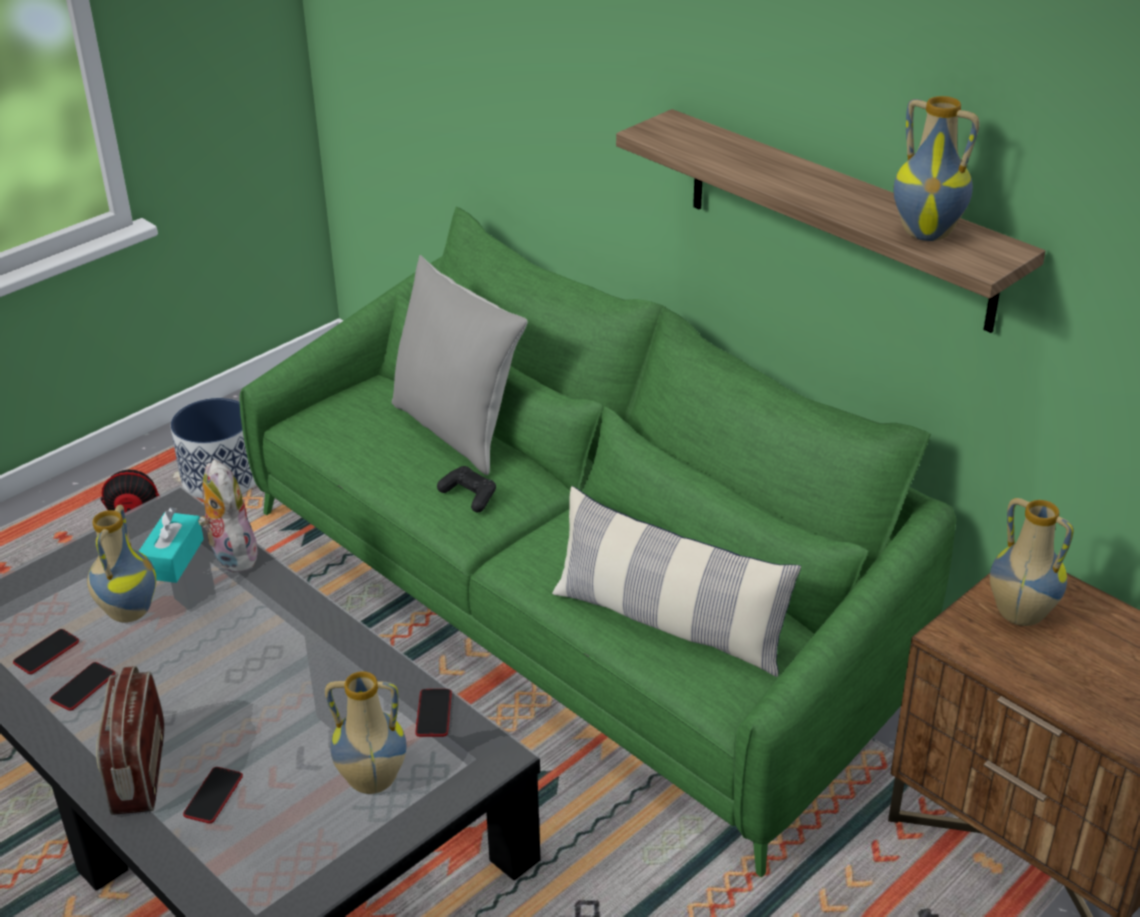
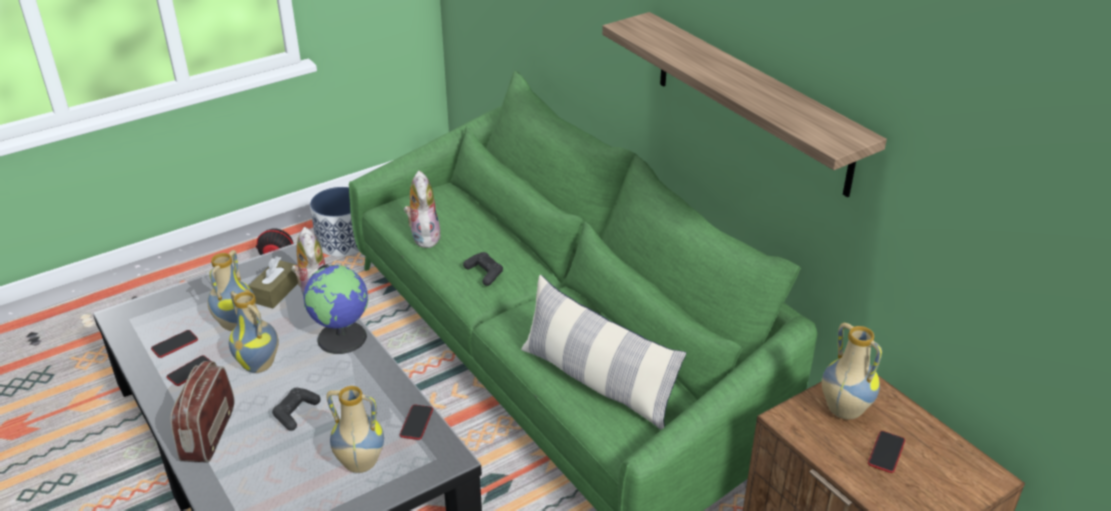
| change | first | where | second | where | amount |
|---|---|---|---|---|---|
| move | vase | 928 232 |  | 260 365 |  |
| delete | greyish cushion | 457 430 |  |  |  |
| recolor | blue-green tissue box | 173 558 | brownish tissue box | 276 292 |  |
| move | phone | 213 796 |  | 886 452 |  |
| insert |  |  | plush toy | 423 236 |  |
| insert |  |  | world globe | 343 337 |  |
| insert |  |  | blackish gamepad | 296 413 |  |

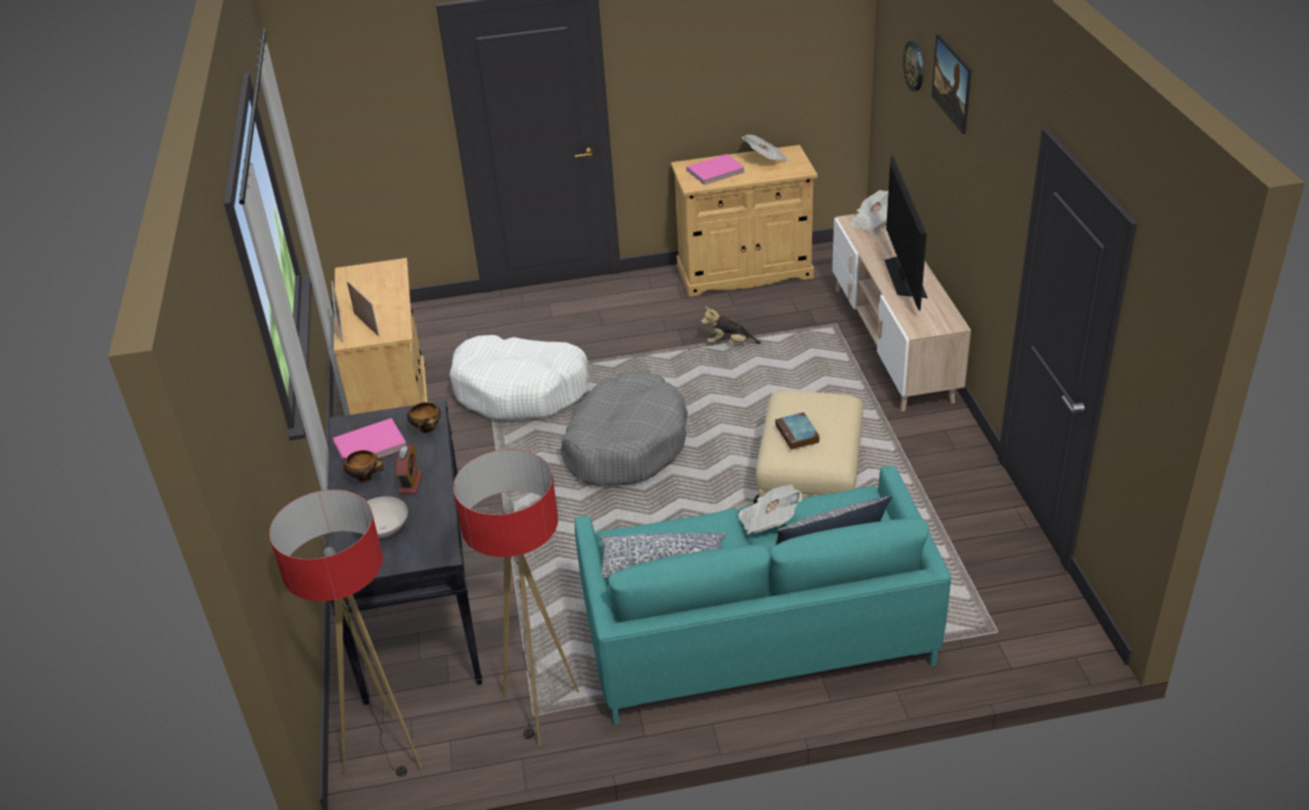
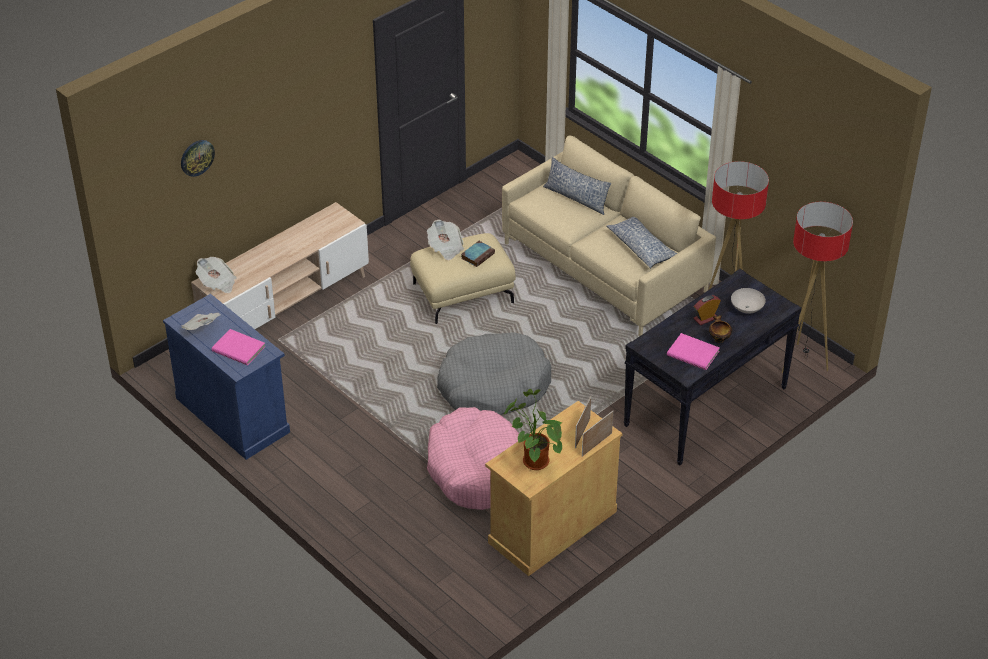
| change | first | where | second | where | amount |
|---|---|---|---|---|---|
| delete | picture | 950 99 |  |  |  |
| recolor | sand-coloured storage cabinet | 744 272 | blue-coloured storage cabinet | 233 415 |  |
| delete | TV set | 904 276 |  |  |  |
| delete | plush toy | 729 344 |  |  |  |
| recolor | white dog cushion | 521 390 | pinkish dog cushion | 476 469 |  |
| delete | deep dish | 428 429 |  |  |  |
| recolor | blue-green couch | 756 633 | sand-coloured couch | 604 267 |  |
| move | daily paper | 768 521 |  | 445 248 |  |
| insert |  |  | potted plant | 533 460 |  |

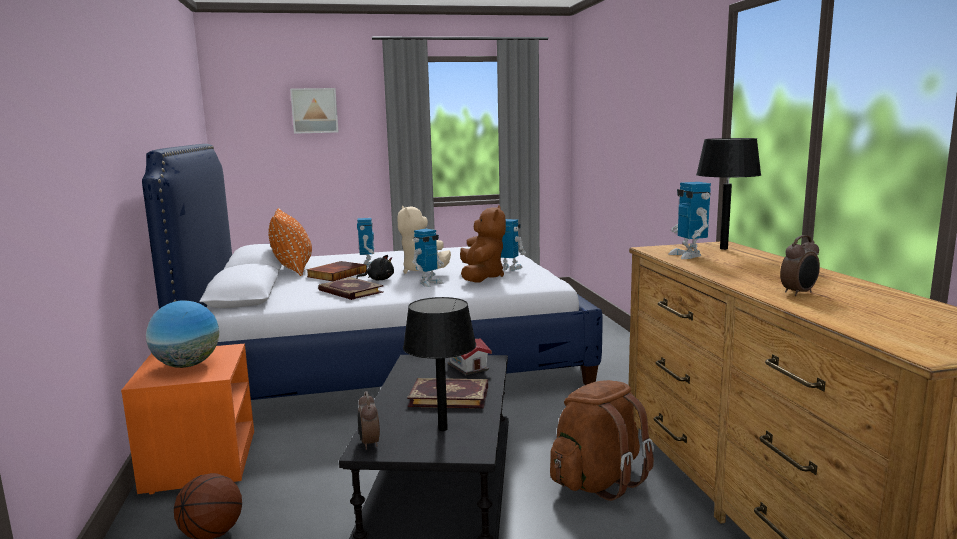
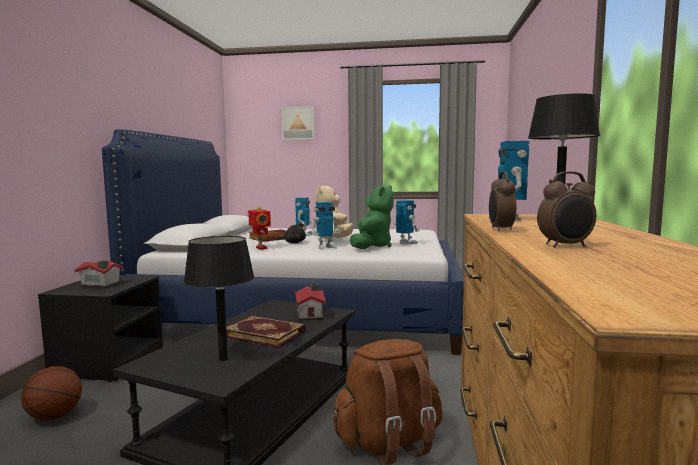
| change | first | where | second | where | amount |
|---|---|---|---|---|---|
| recolor | brownish plush toy | 481 277 | green-coloured plush toy | 372 246 |  |
| delete | orange-coloured cushion | 293 270 |  |  |  |
| replace | bound book | 350 291 | toy robot | 260 248 |  |
| replace | world globe | 187 365 | model house | 100 284 |  |
| recolor | orange-coloured bedside table | 199 461 | blackish bedside table | 108 362 |  |
| move | bedside clock | 369 443 |  | 500 230 |  |

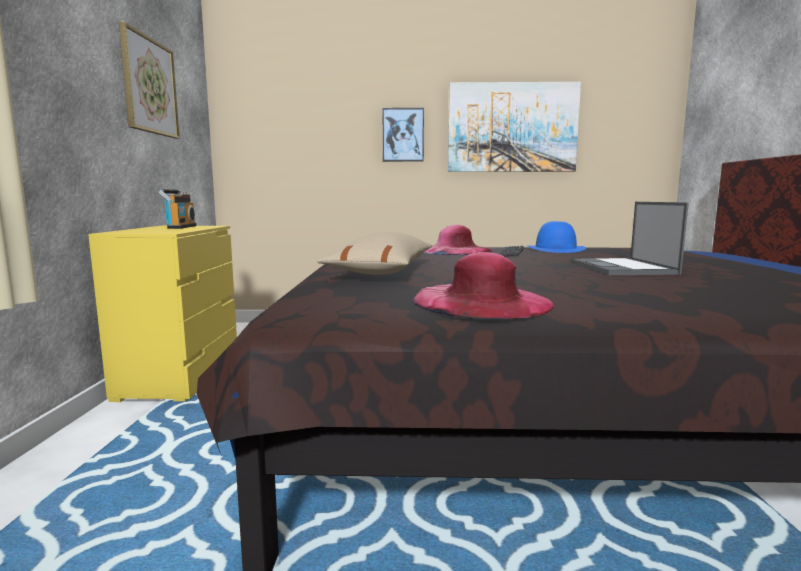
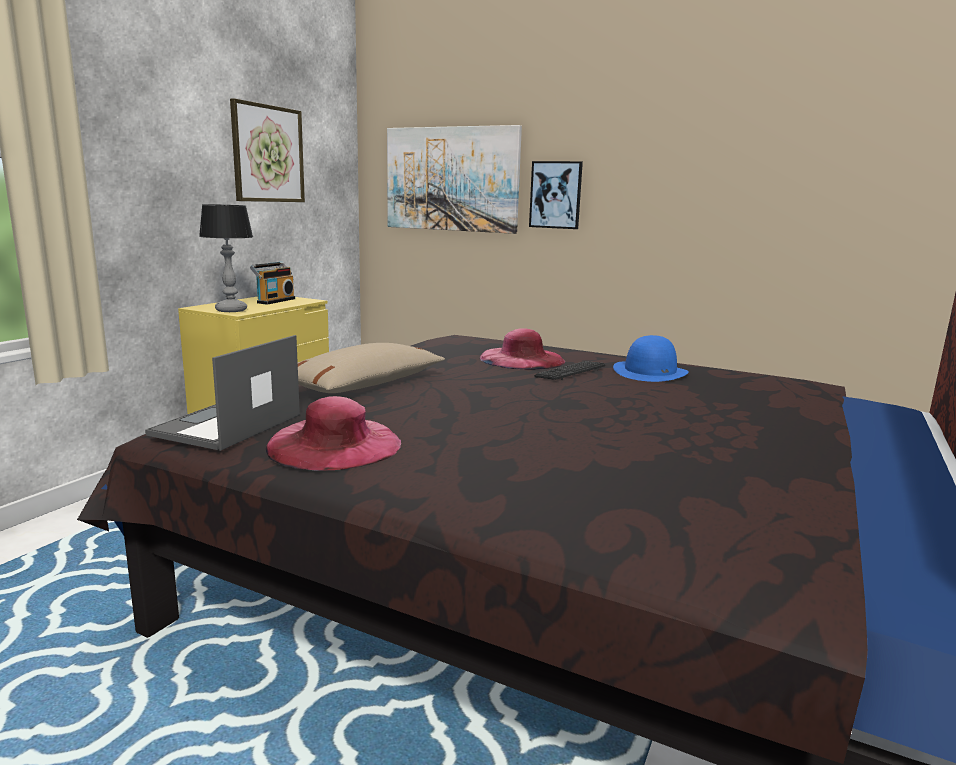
| change | first | where | second | where | amount |
|---|---|---|---|---|---|
| move | picture | 512 128 |  | 451 179 |  |
| move | notebook computer | 622 268 |  | 226 425 |  |
| insert |  |  | lamp for a table | 231 310 |  |

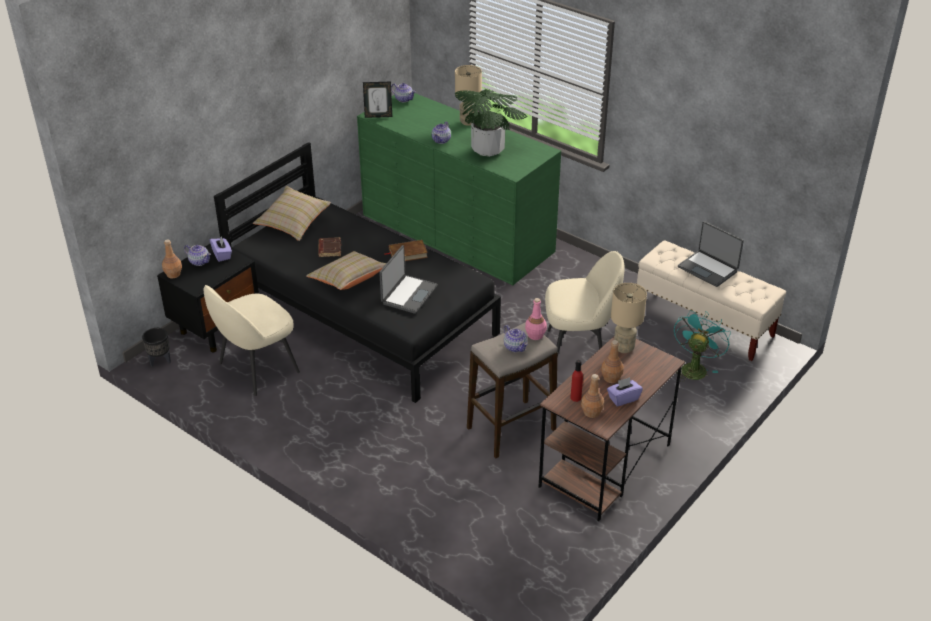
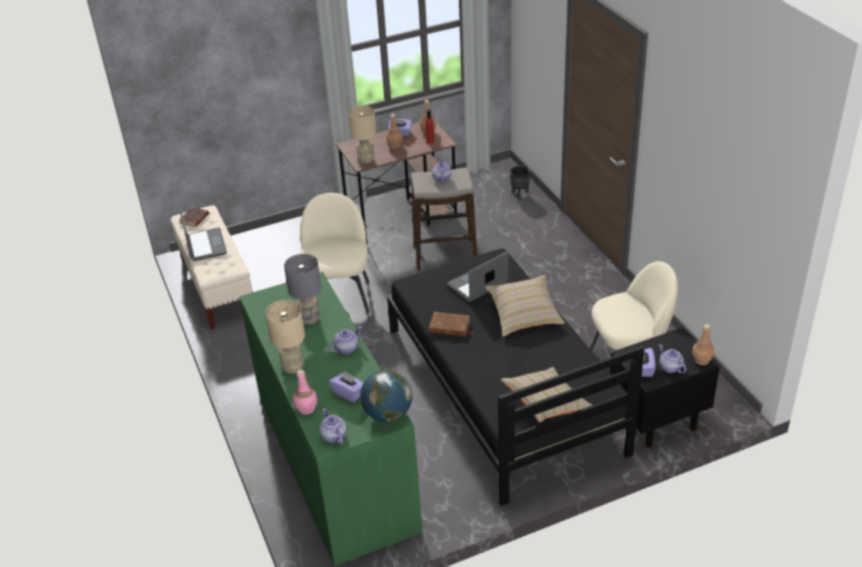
| change | first | where | second | where | amount |
|---|---|---|---|---|---|
| replace | photo frame | 378 116 | world globe | 388 414 |  |
| replace | potted plant | 488 149 | greyish lamp for a table | 309 319 |  |
| move | brownish bound book | 329 249 |  | 194 219 |  |
| rotate | sand-coloured upright chair | 578 350 |  | 339 296 | 60 degrees clockwise |
| move | pinkish bottle | 535 335 |  | 306 409 |  |
| delete | blue-green cooling fan | 694 367 |  |  |  |
| move | blackish plant pot | 160 361 |  | 519 194 |  |
| insert |  |  | purple tissue box | 349 393 |  |

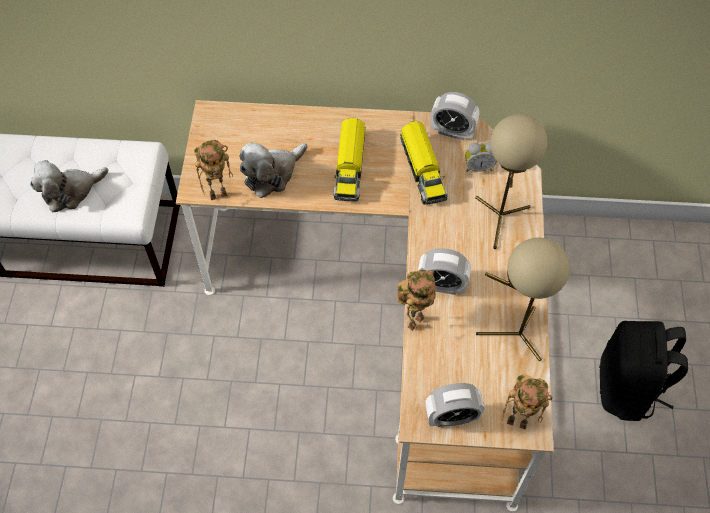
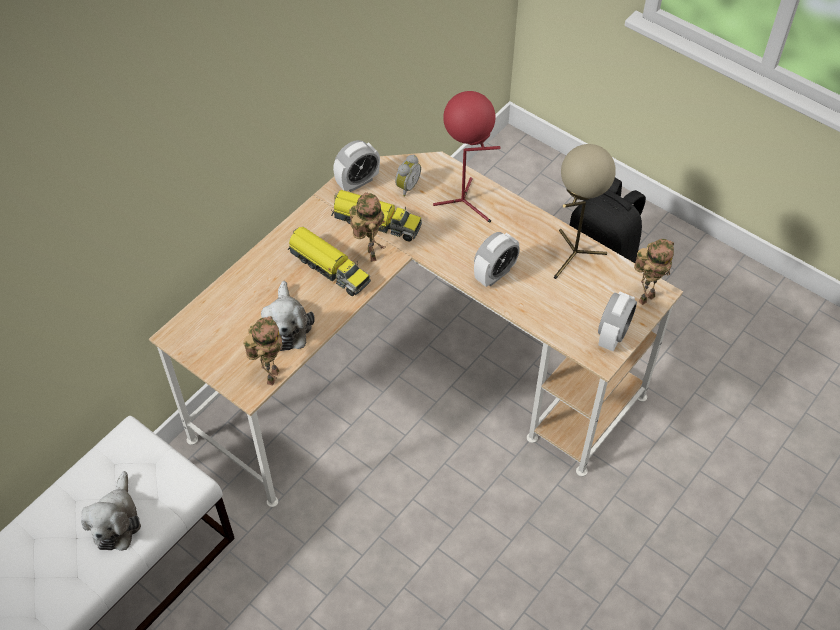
| change | first | where | second | where | amount |
|---|---|---|---|---|---|
| recolor | sand-coloured lamp for a table | 499 219 | reddish lamp for a table | 466 203 |  |
| move | toy robot | 414 320 |  | 369 254 |  |

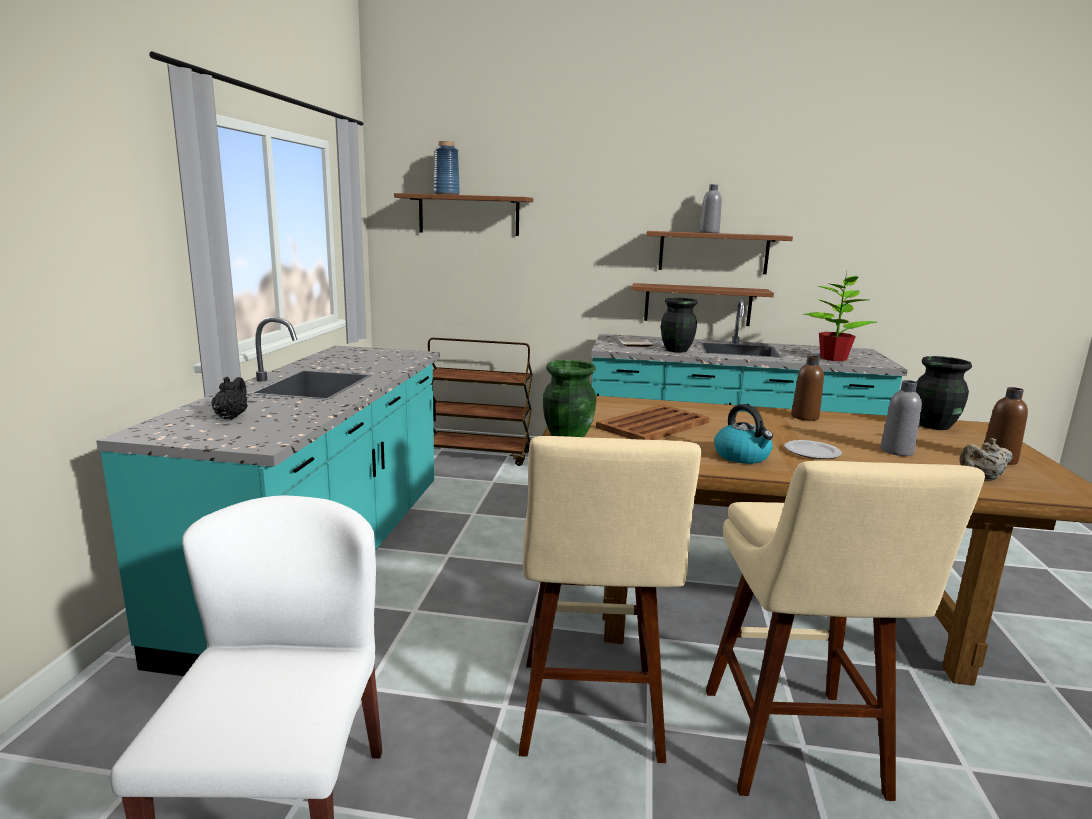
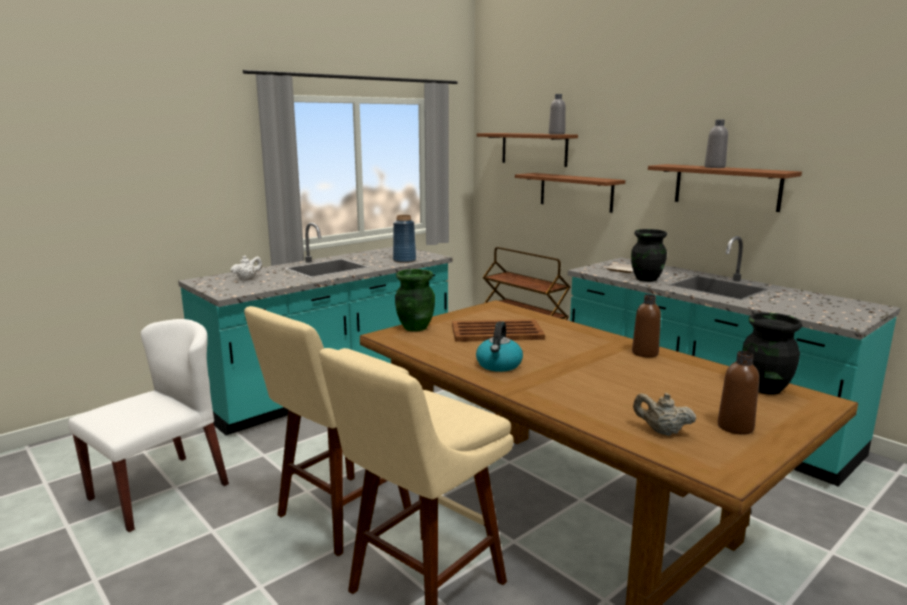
| change | first | where | second | where | amount |
|---|---|---|---|---|---|
| move | blue-coloured vase | 446 194 |  | 404 260 |  |
| delete | potted plant | 833 358 |  |  |  |
| move | brownish shelf | 697 304 |  | 576 192 |  |
| recolor | blackish pot for tea | 231 417 | white pot for tea | 247 279 |  |
| move | greyish bottle | 896 451 |  | 556 134 |  |
| delete | flat dish | 812 452 |  |  |  |

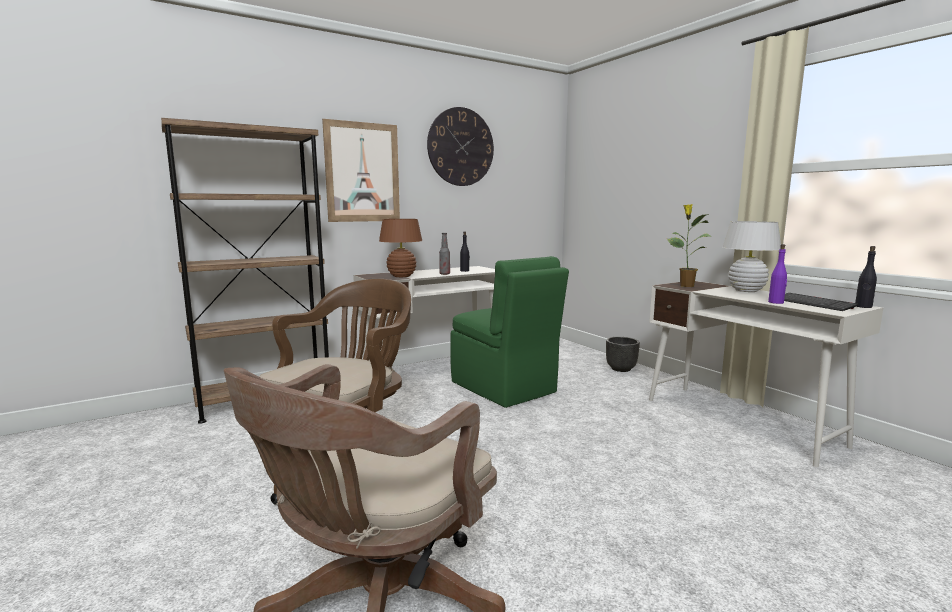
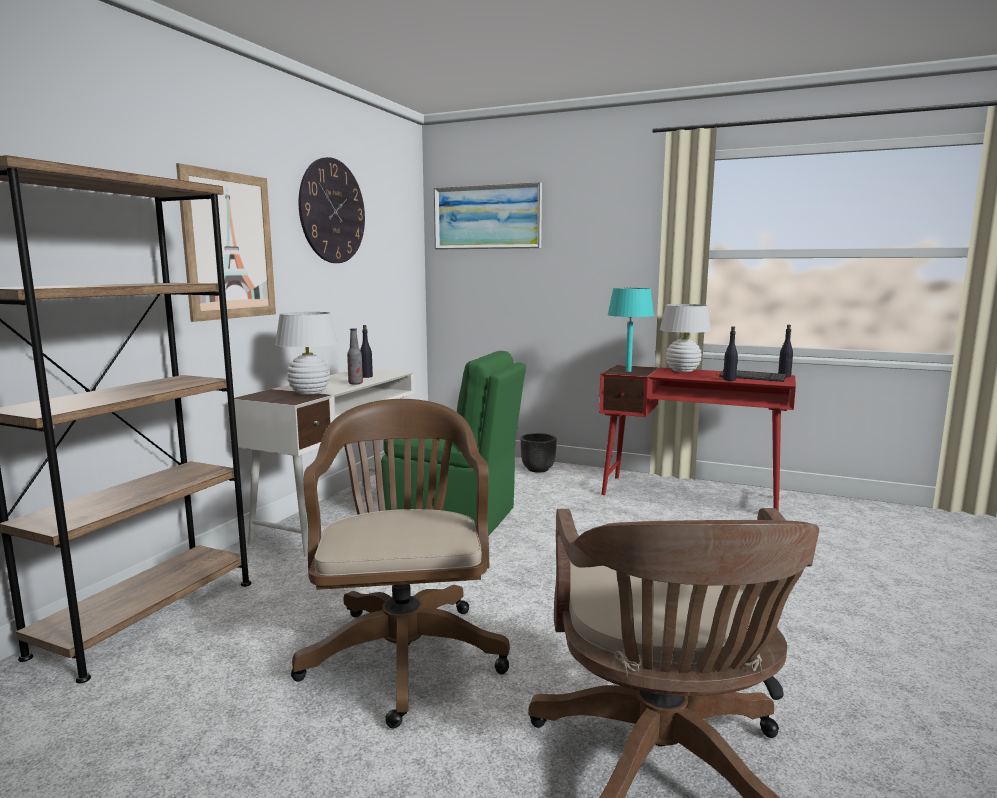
| change | first | where | second | where | amount |
|---|---|---|---|---|---|
| replace | potted plant | 685 286 | blue-green lamp for a table | 628 371 |  |
| recolor | brownish lamp for a table | 401 276 | white lamp for a table | 309 392 |  |
| recolor | purple bottle | 776 302 | blackish bottle | 729 379 |  |
| recolor | white desk unit | 740 421 | reddish desk unit | 690 496 |  |
| insert |  |  | picture | 487 217 |  |

